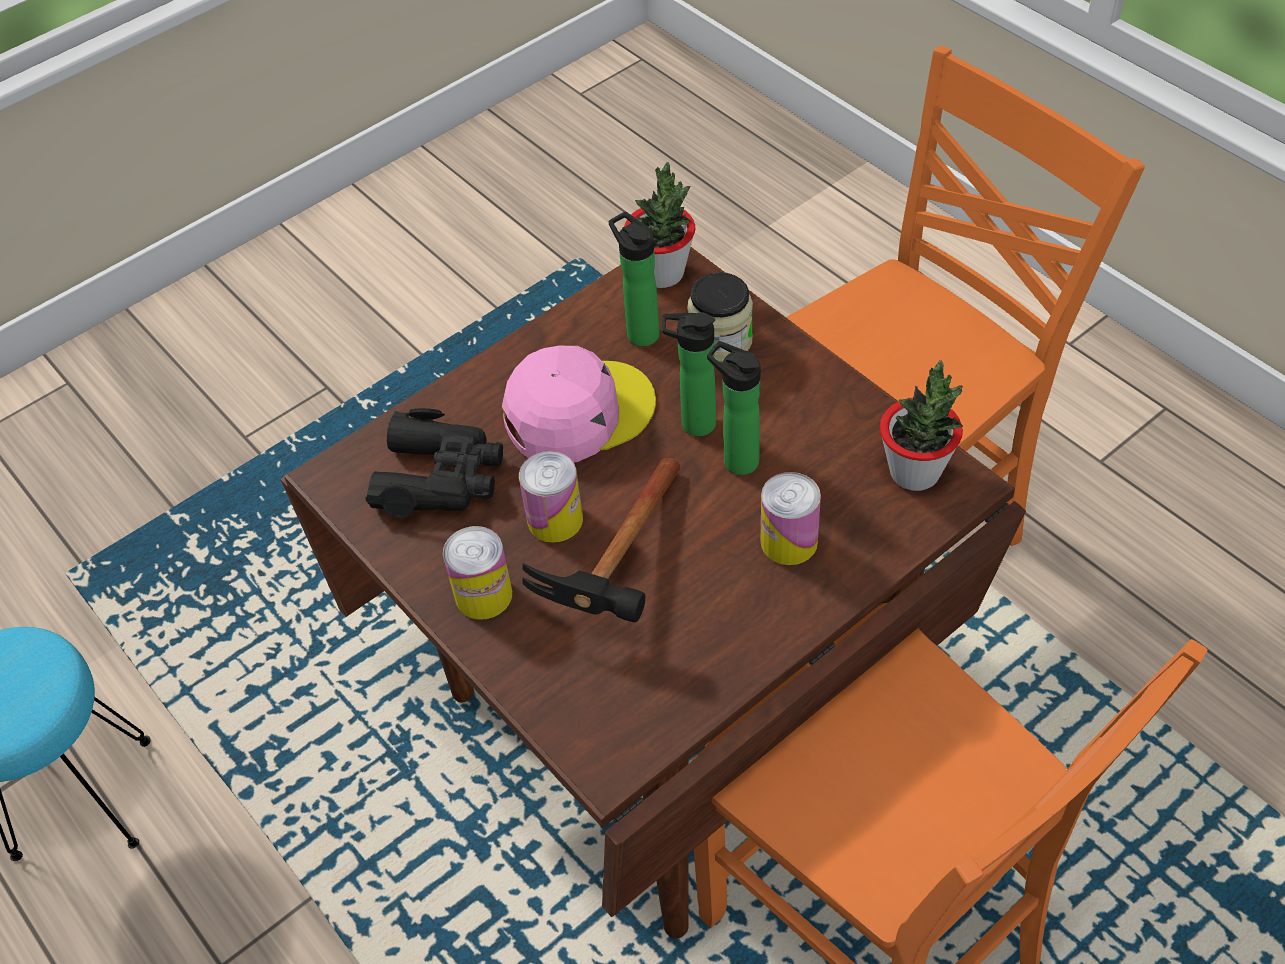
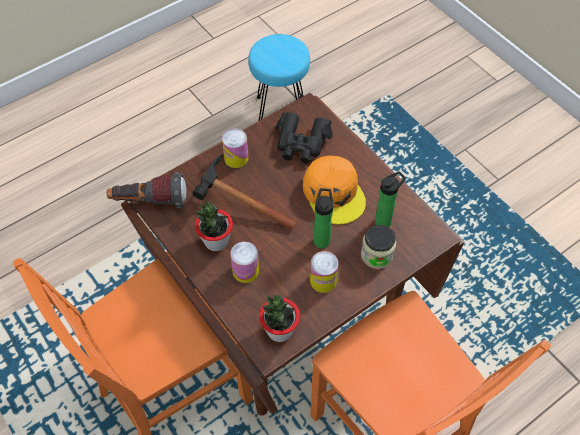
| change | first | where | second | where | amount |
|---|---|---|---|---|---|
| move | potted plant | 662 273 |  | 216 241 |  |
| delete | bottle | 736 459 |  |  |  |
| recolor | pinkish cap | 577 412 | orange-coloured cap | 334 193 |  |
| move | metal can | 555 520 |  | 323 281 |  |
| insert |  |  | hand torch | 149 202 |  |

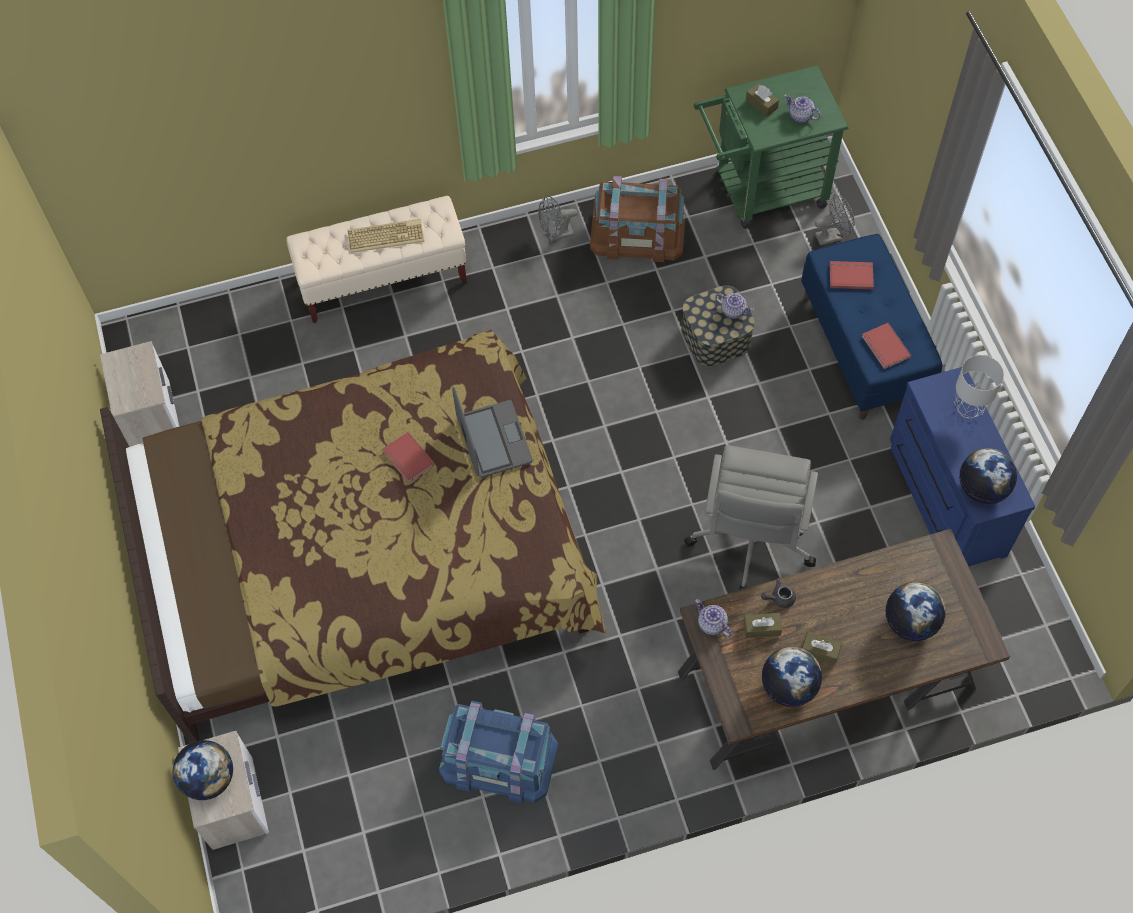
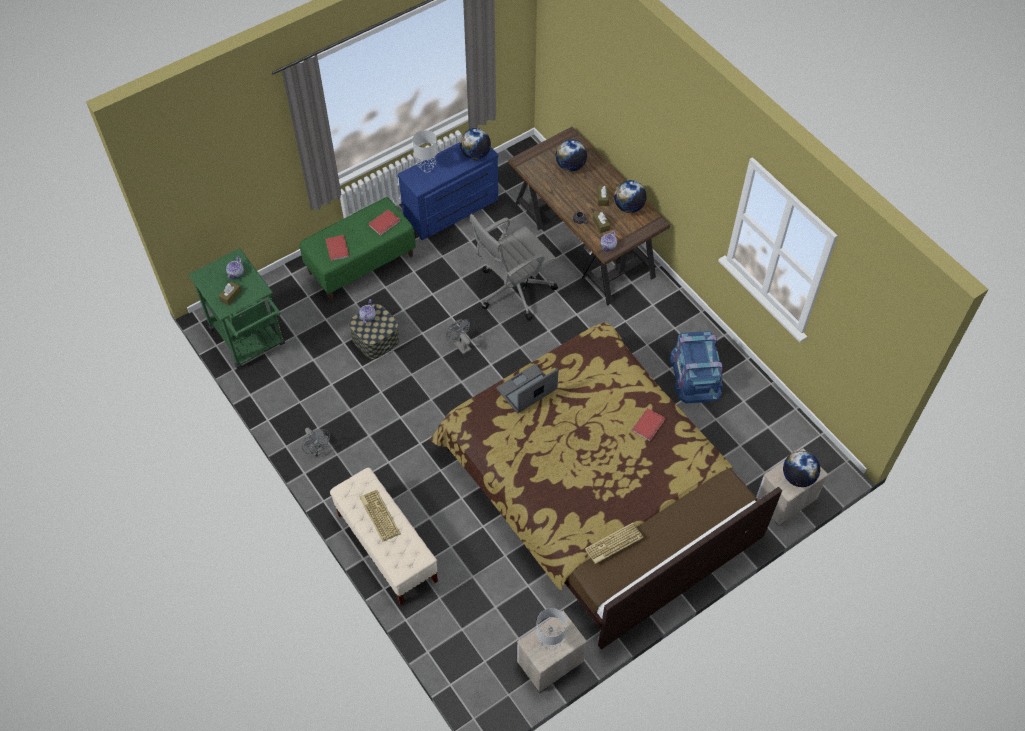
| change | first | where | second | where | amount |
|---|---|---|---|---|---|
| delete | brownish storage bin | 637 233 |  |  |  |
| move | greyish cooling fan | 832 236 |  | 460 345 |  |
| recolor | blue-coloured indoor bench | 864 348 | green-coloured indoor bench | 361 263 |  |
| move | reddish bound book | 407 459 |  | 649 425 |  |
| rotate | greyish office chair | 750 541 |  | 513 290 | 150 degrees clockwise |
| insert |  |  | keyboard | 614 544 |  |
| insert |  |  | greyish lamp for a table | 550 641 |  |

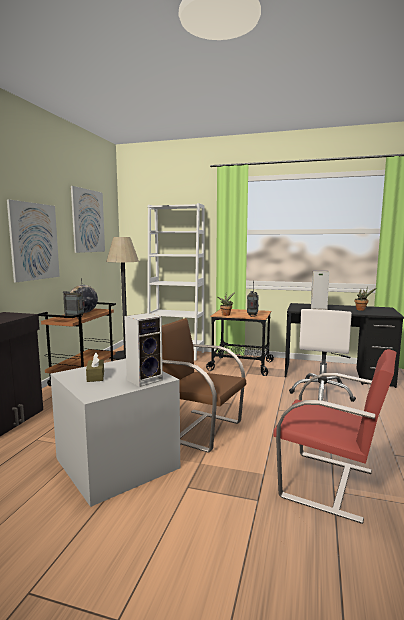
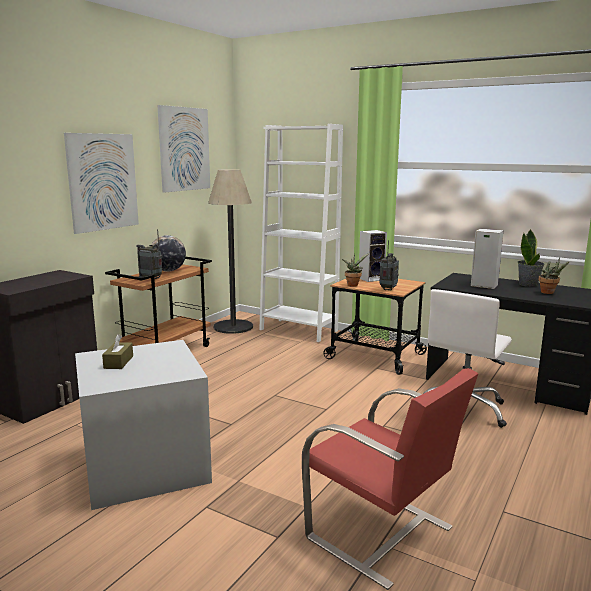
| change | first | where | second | where | amount |
|---|---|---|---|---|---|
| move | loudspeaker | 145 379 |  | 372 279 |  |
| delete | brownish upright chair | 199 429 |  |  |  |
| insert |  |  | potted plant | 528 284 |  |

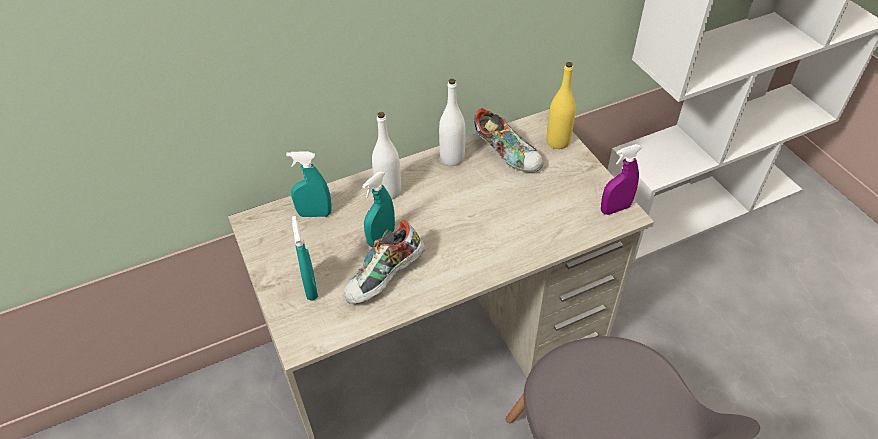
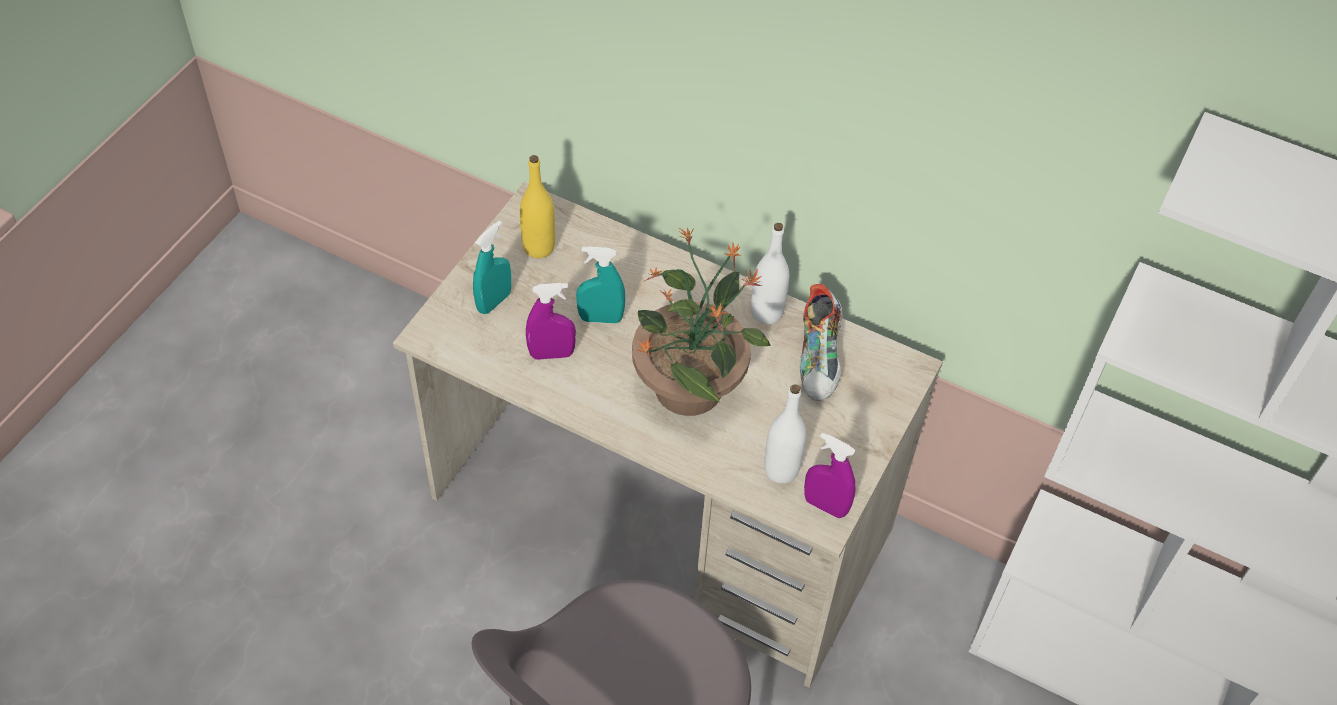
| change | first | where | second | where | amount |
|---|---|---|---|---|---|
| move | yellowish bottle | 557 142 |  | 539 247 |  |
| move | white bottle | 388 191 |  | 781 470 |  |
| delete | blue-green hand sprayer | 314 214 |  |  |  |
| replace | item of footwear | 385 279 | purple hand sprayer | 551 354 |  |
| insert |  |  | potted plant | 690 386 |  |

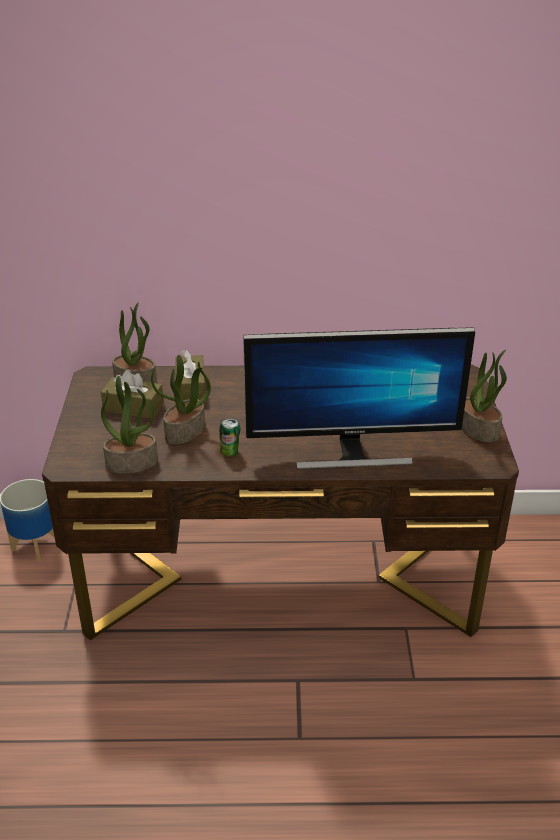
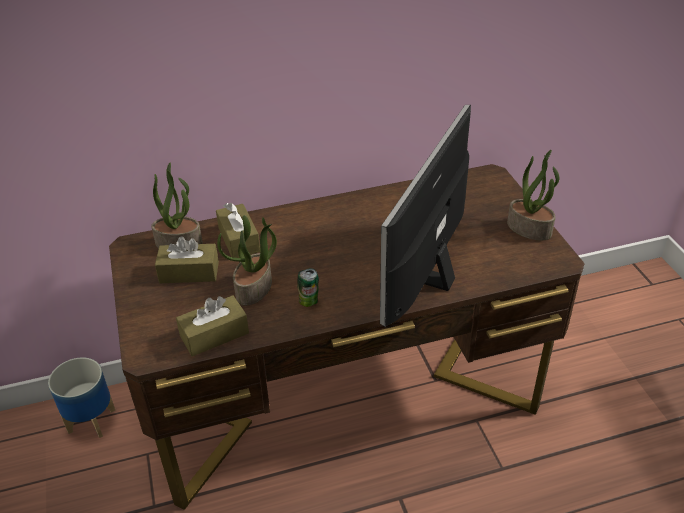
| change | first | where | second | where | amount |
|---|---|---|---|---|---|
| rotate | computer display | 352 453 |  | 427 278 | 135 degrees clockwise |
| replace | potted plant | 132 462 | brownish tissue box | 214 334 |  |

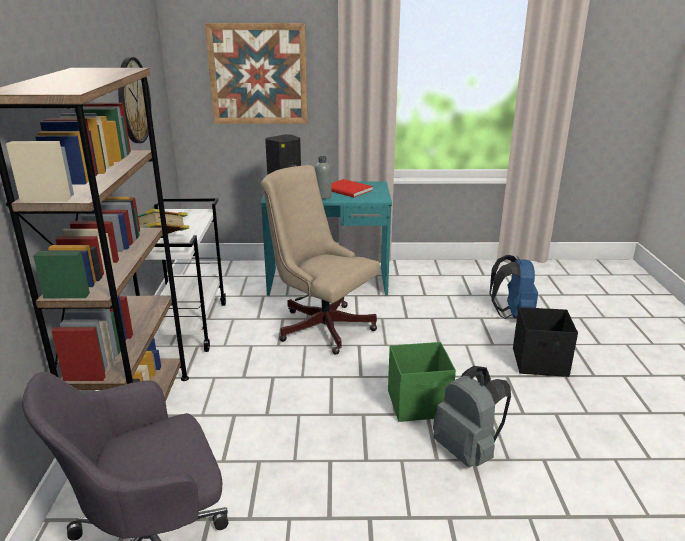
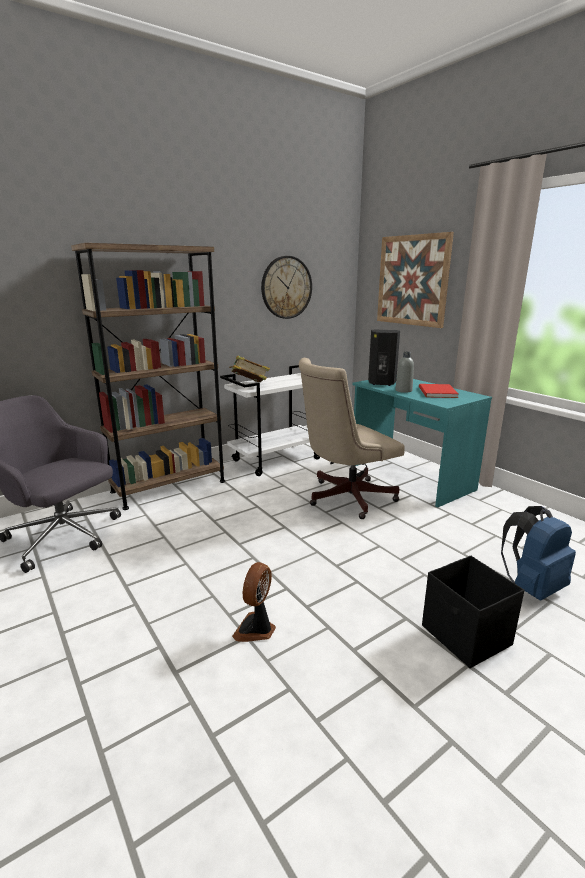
| change | first | where | second | where | amount |
|---|---|---|---|---|---|
| rotate | sand-coloured office chair | 321 325 |  | 345 498 | 120 degrees counterclockwise |
| delete | green-coloured storage bin | 419 404 |  |  |  |
| replace | greyish rucksack | 468 451 | cooling fan | 256 629 |  |

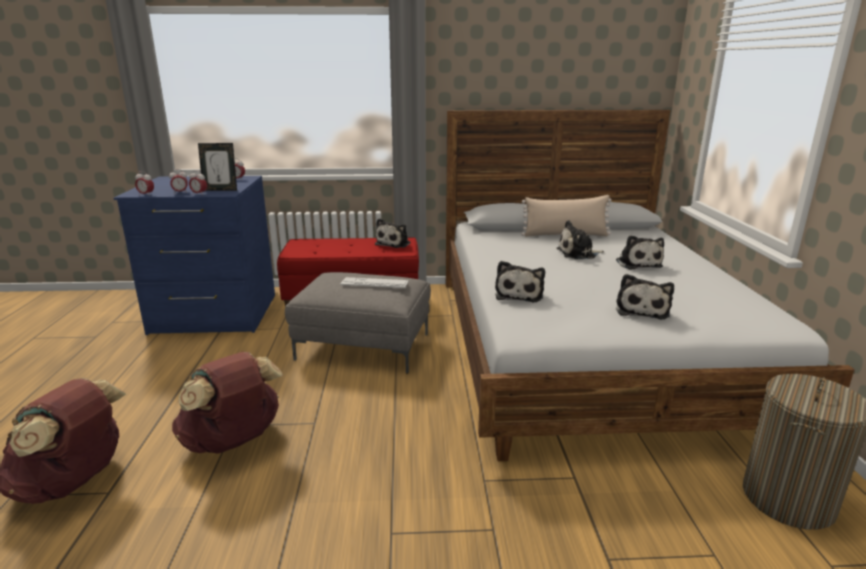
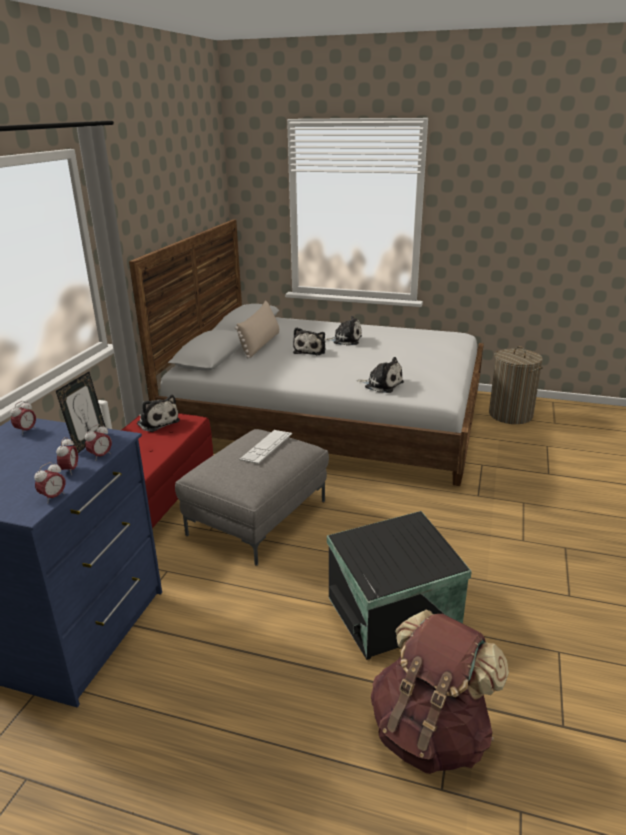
| change | first | where | second | where | amount |
|---|---|---|---|---|---|
| delete | plush toy | 641 310 |  |  |  |
| replace | brownish rucksack | 233 442 | blackish storage bin | 395 613 |  |

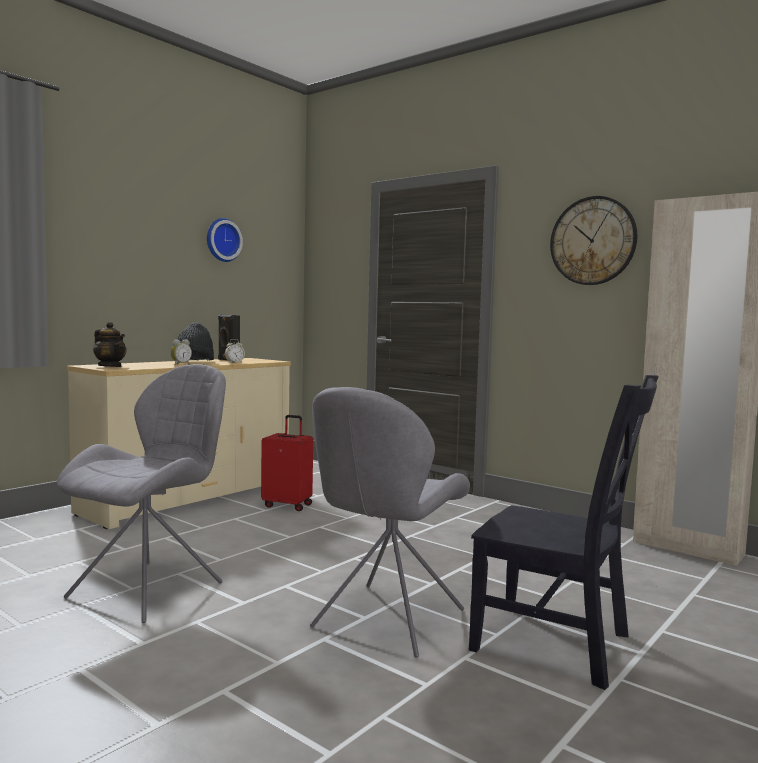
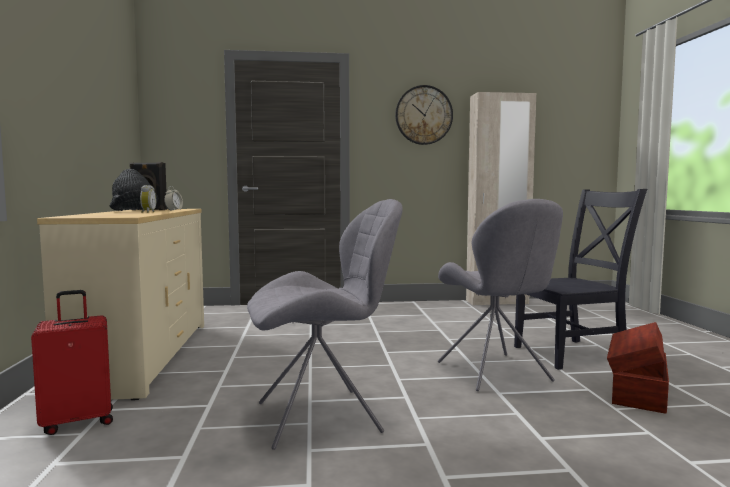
| change | first | where | second | where | amount |
|---|---|---|---|---|---|
| delete | clock on the wall | 222 240 |  |  |  |
| delete | pot for tea | 110 366 |  |  |  |
| rotate | greyish upright chair | 150 588 |  | 323 417 | 90 degrees clockwise |
| move | reddish travel case | 288 505 |  | 78 421 |  |
| insert |  |  | brownish storage bin | 637 391 |  |

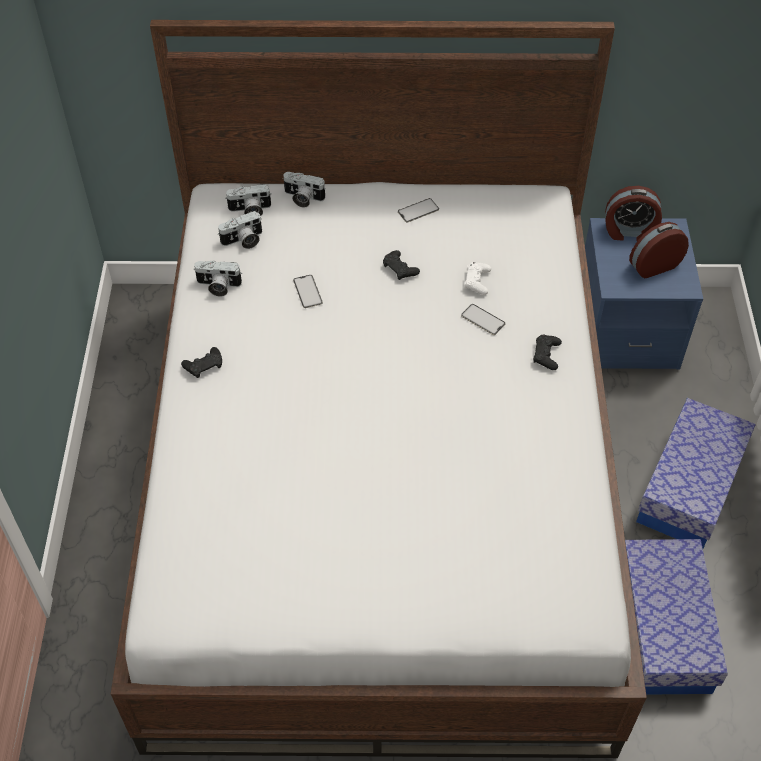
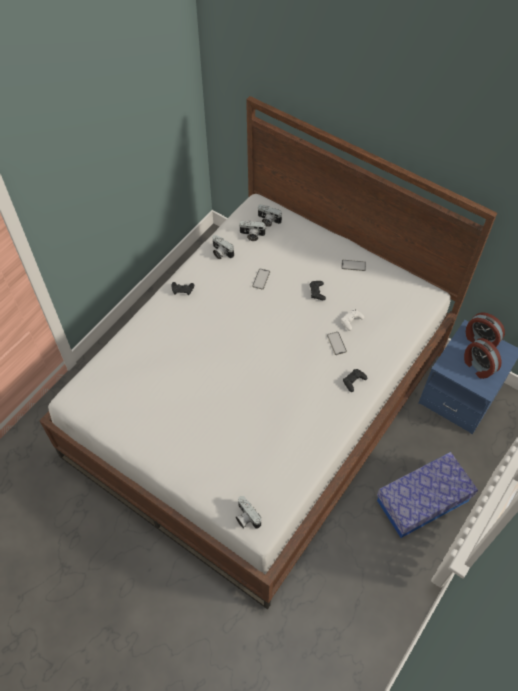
| change | first | where | second | where | amount |
|---|---|---|---|---|---|
| move | still camera | 302 198 |  | 246 517 |  |
| rotate | bedside clock | 653 265 |  | 478 366 | 135 degrees counterclockwise |
| delete | storage bin | 663 629 |  |  |  |

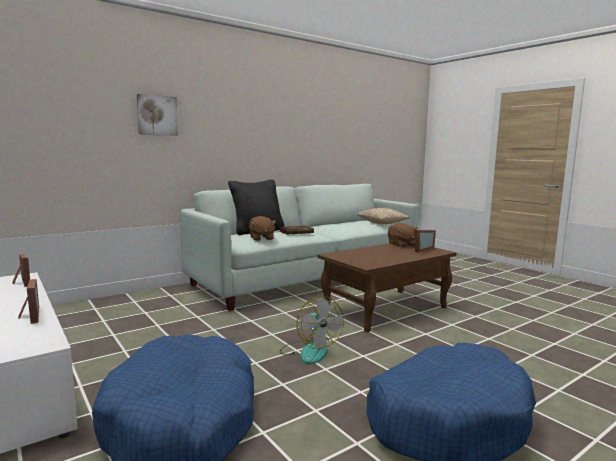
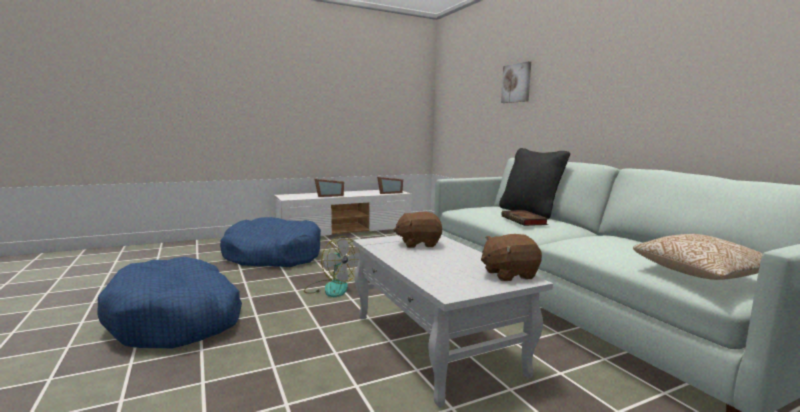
| change | first | where | second | where | amount |
|---|---|---|---|---|---|
| move | brownish plush toy | 261 238 |  | 418 244 |  |
| delete | photo frame | 420 249 |  |  |  |
| recolor | brownish low table | 386 309 | white low table | 435 344 |  |
| rotate | cooling fan | 309 351 |  | 331 288 | 120 degrees counterclockwise |

